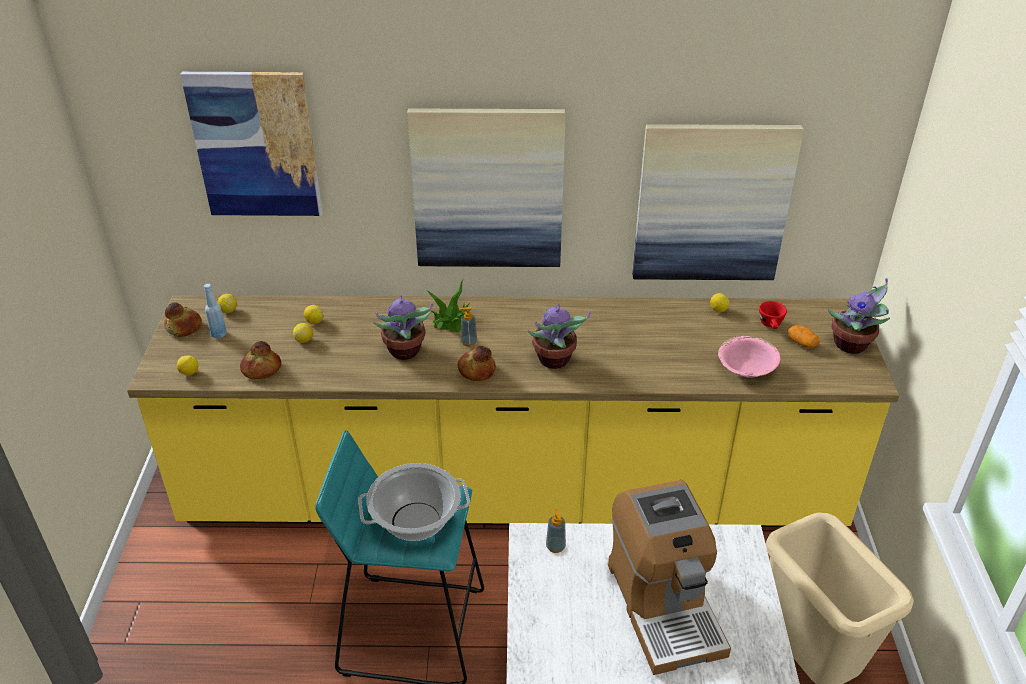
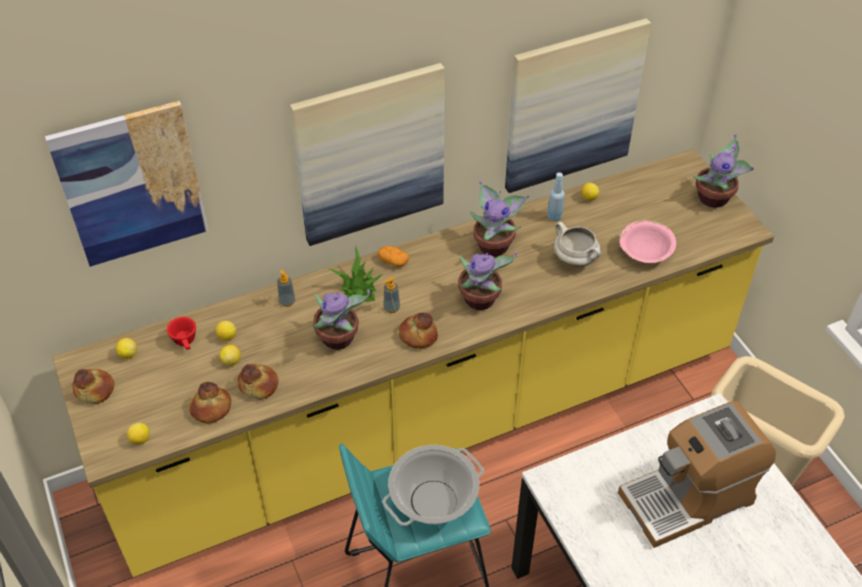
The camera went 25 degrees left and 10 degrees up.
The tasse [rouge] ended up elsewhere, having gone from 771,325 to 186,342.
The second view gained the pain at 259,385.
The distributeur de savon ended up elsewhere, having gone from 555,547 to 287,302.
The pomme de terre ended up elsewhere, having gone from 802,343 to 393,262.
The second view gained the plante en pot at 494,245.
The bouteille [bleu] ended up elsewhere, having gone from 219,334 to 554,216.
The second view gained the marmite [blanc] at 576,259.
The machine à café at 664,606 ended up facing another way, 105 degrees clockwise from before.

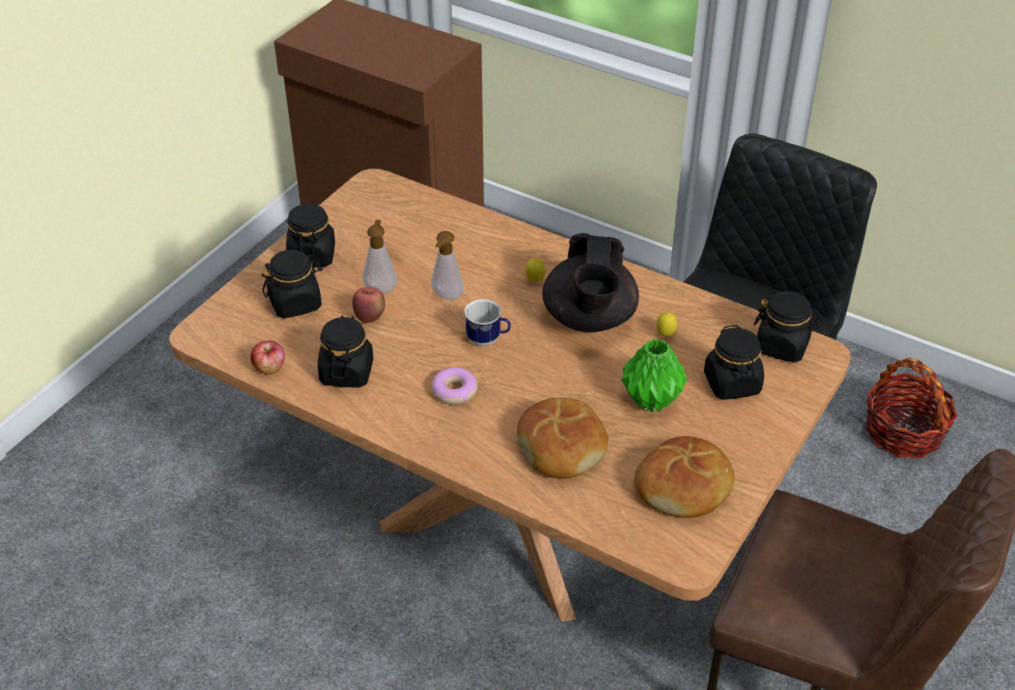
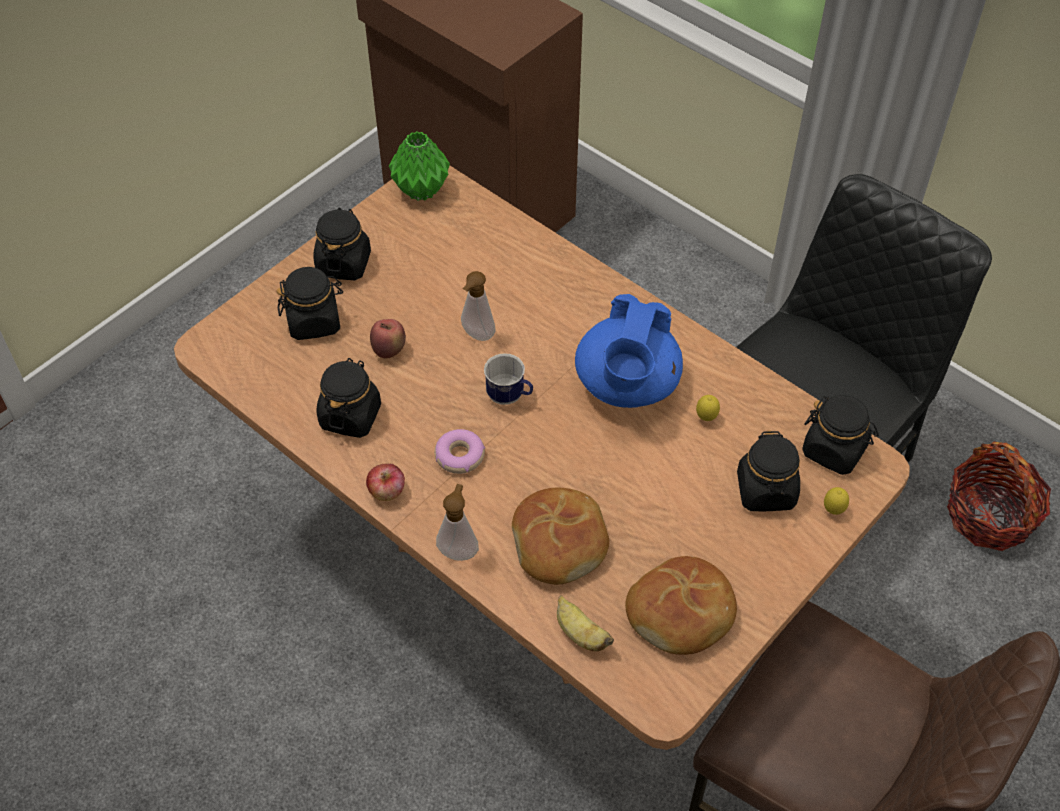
The camera went 10 degrees right and 10 degrees up.
The pomme ended up elsewhere, having gone from 269,368 to 387,491.
The vase [vert] ended up elsewhere, having gone from 652,400 to 422,190.
The distributeur de savon ended up elsewhere, having gone from 381,287 to 458,550.
The second view gained the banane at 580,634.
What was the théière [noir] at 589,319 turned into the théière [bleu] at 626,385.
The citron ended up elsewhere, having gone from 535,281 to 833,510.

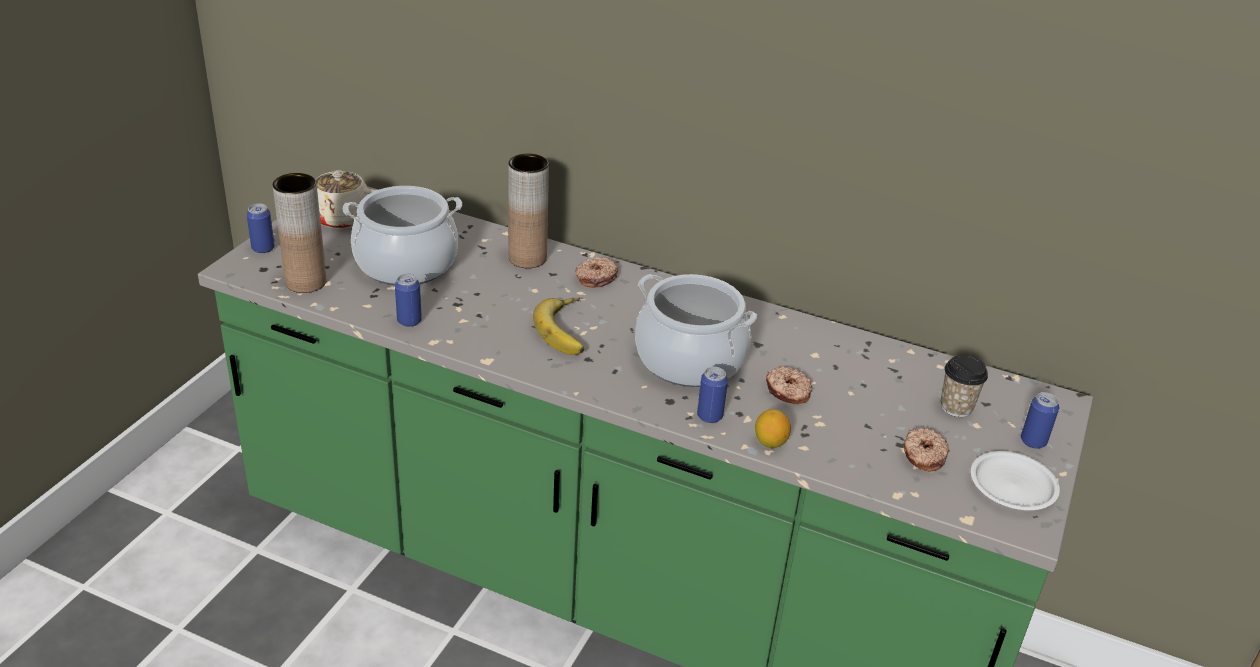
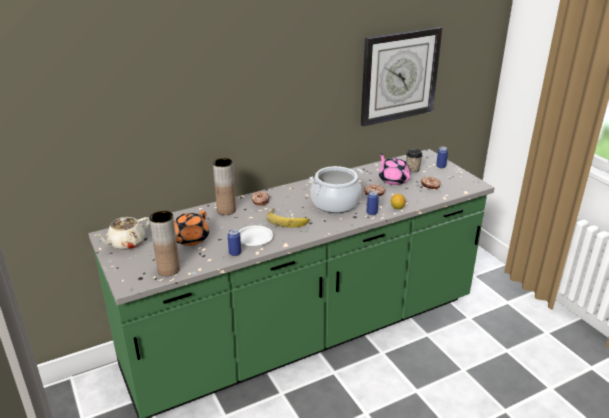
The camera went 50 degrees left and 5 degrees down.
Where the marmite stood at 406,264, the théière [orange] came to stand at 190,239.
The assiette [blanc] ended up elsewhere, having gone from 1012,486 to 254,238.
The second view gained the horloge murale at 399,76.
The second view gained the théière [rose] at 393,180.
The second view lost the boîte métallique at 263,248.

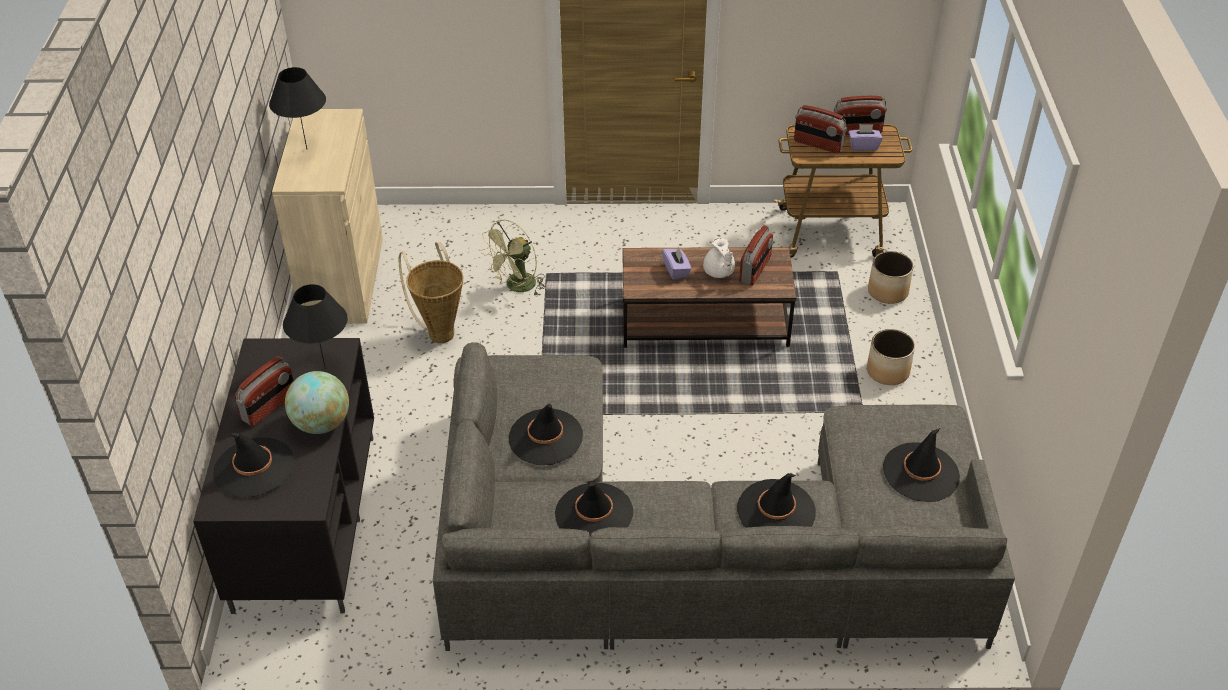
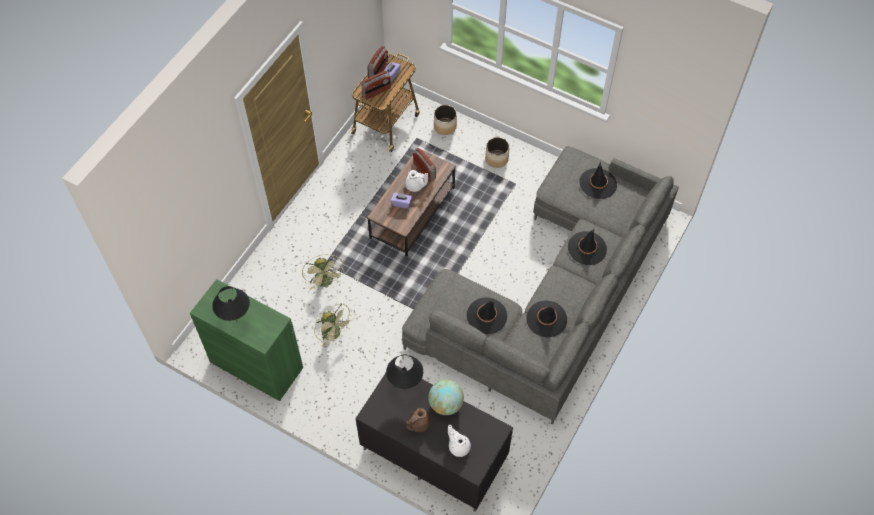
The camera went 60 degrees left and 15 degrees up.
What was the meuble de rangement [beige] at 343,279 turned into the meuble de rangement [vert] at 256,365.
Where the panier stood at 440,330, the ventilateur [vert] came to stand at 334,334.
Where the radio stood at 269,406, the théière [marron] came to stand at 418,424.
Where the chapeau [noir] stood at 254,468, the théière [blanc] came to stand at 458,446.

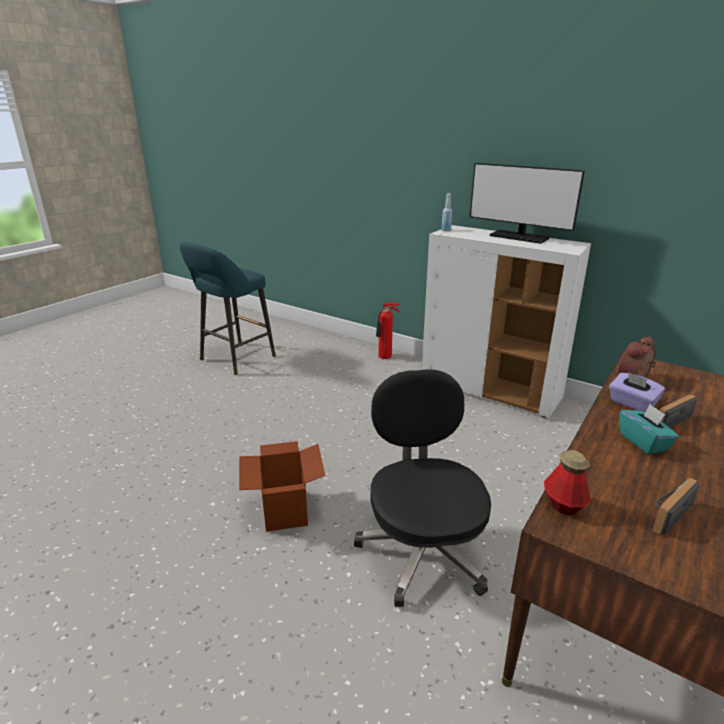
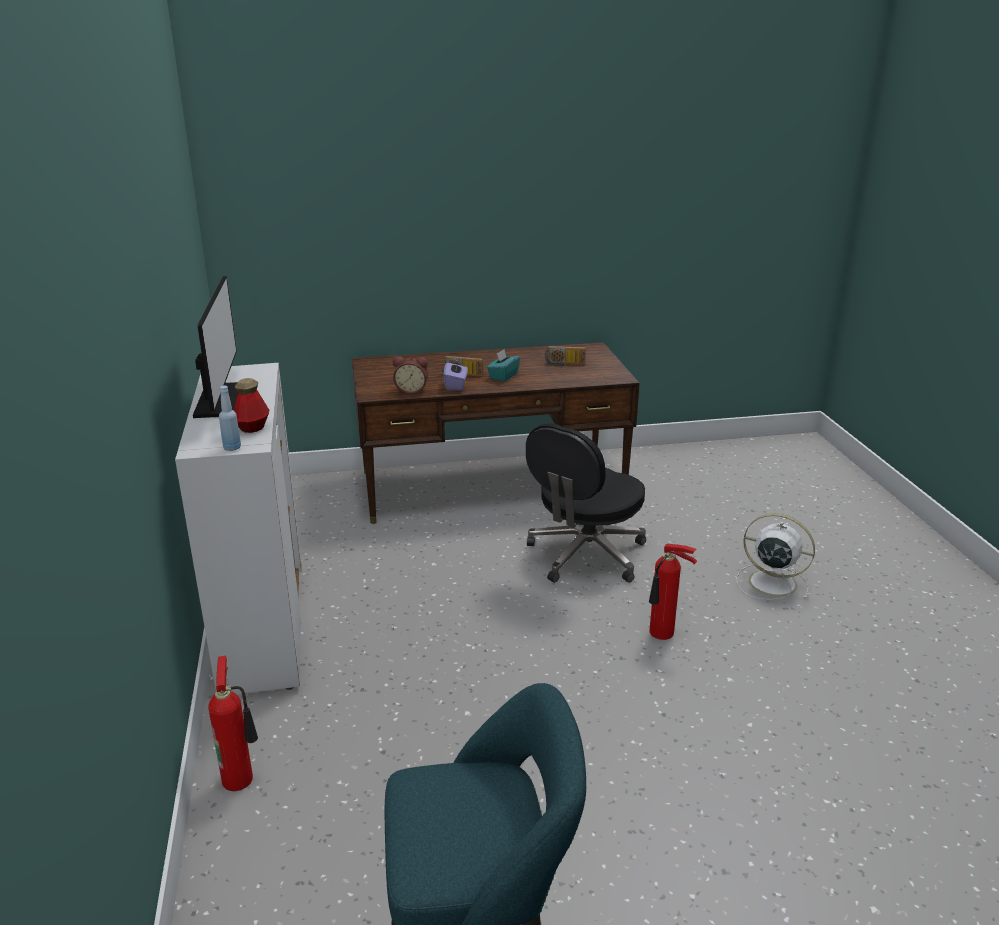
The camera went 135 degrees left and 0 degrees up.
The bouteille ended up elsewhere, having gone from 563,505 to 252,428.
Where the carton stood at 285,510, the extincteur came to stand at 662,634.
The second view gained the ventilateur [blanc] at 770,582.

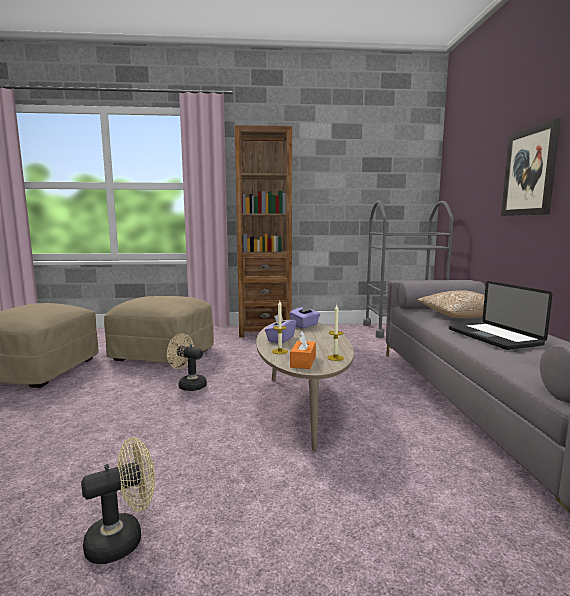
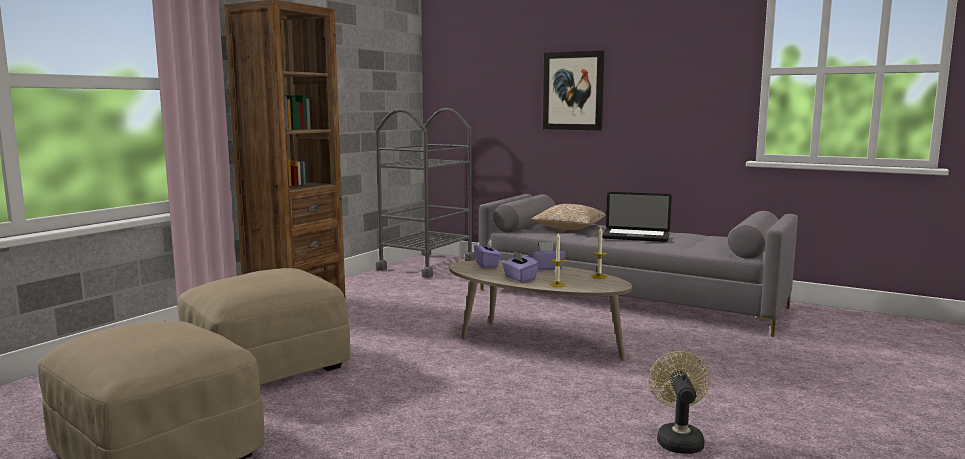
The camera went 55 degrees left and 0 degrees up.
The second view gained the boîte à mouchoirs [violet] at 546,268.
The second view lost the ventilateur [beige] at 188,385.
The second view lost the boîte à mouchoirs [orange] at 303,362.

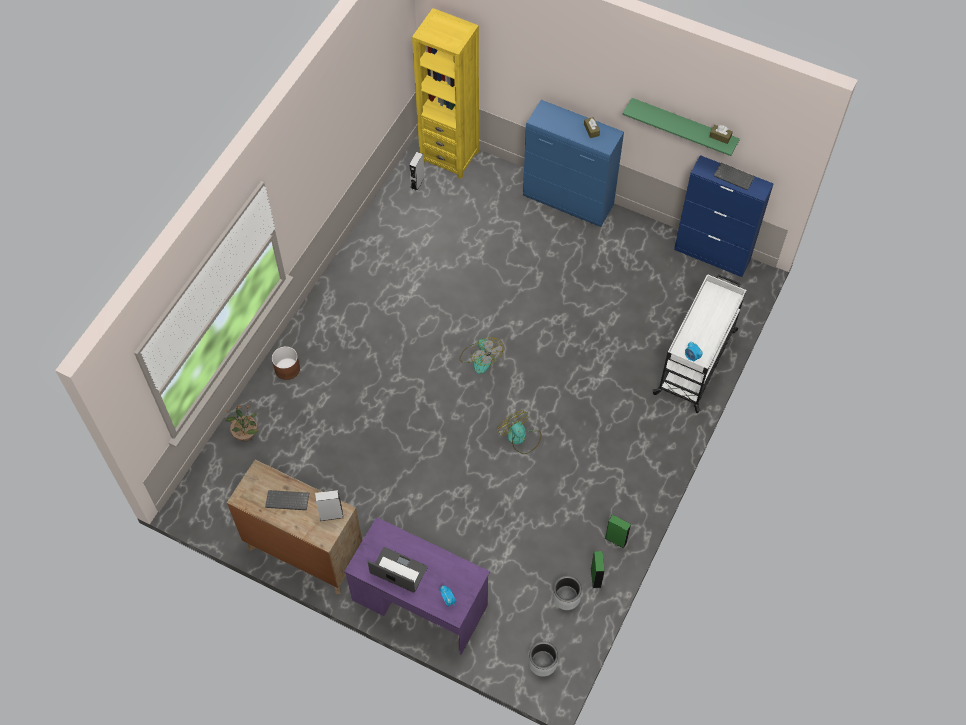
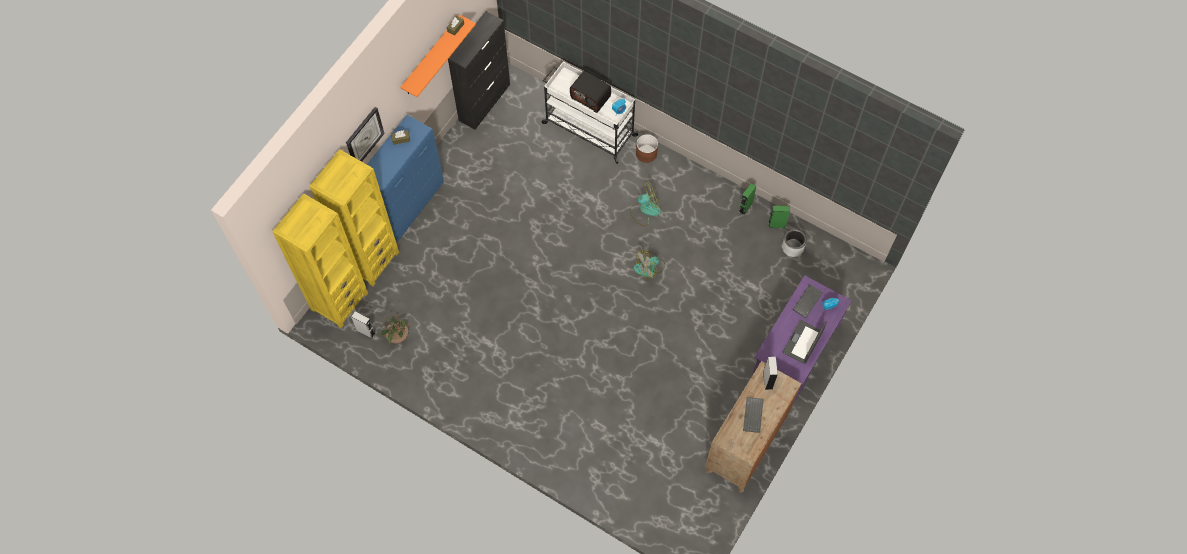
The camera went 85 degrees left and 5 degrees up.
The second view gained the bibliothèque [jaune] at 371,260.
The second view gained the horloge murale at 364,137.
The plante en pot ended up elsewhere, having gone from 245,433 to 397,337.
What was the étagère [vert] at 683,126 turned into the étagère [orange] at 431,56.
What was the meuble de rangement [bleu] at 712,255 turned into the meuble de rangement [noir] at 485,102.
The second view gained the radio at 591,97.
The ventilateur ended up elsewhere, having gone from 480,358 to 645,210.
The cache-pot [marron] ended up elsewhere, having gone from 287,369 to 646,153.
The clavier ended up elsewhere, having gone from 734,176 to 807,300.
The second view lost the cache-pot [gris] at 543,663.

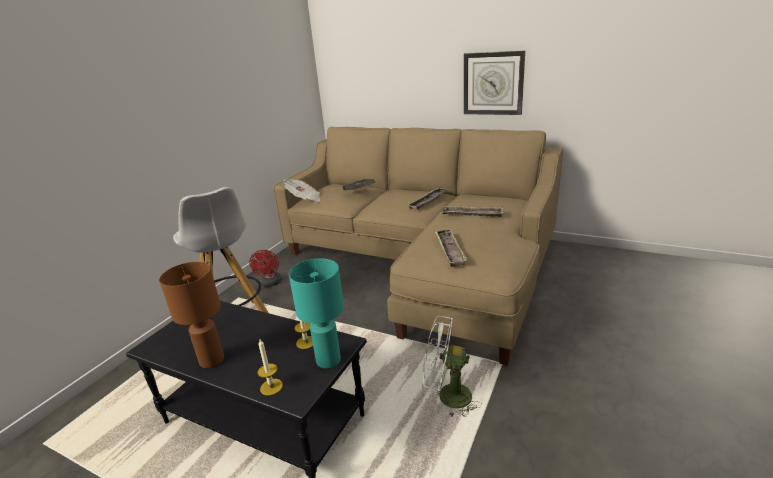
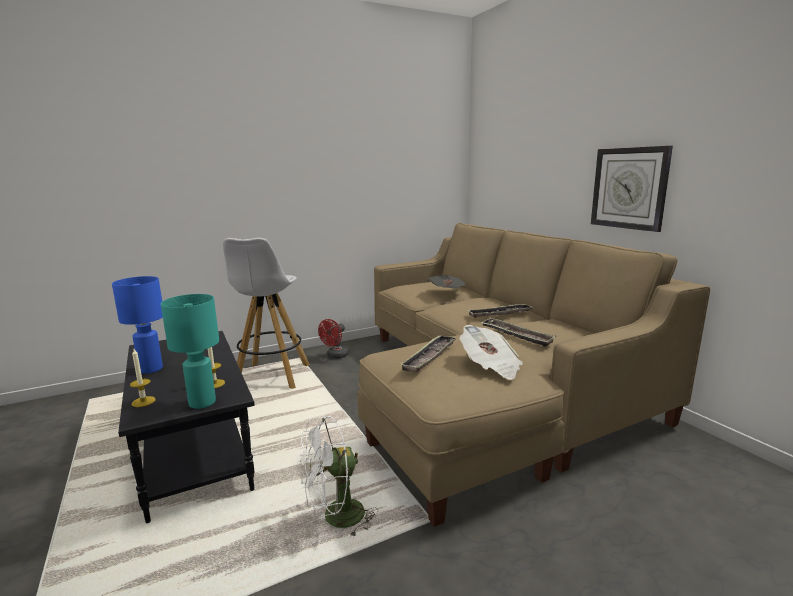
The camera went 35 degrees right and 10 degrees down.
What was the lampe de table [marron] at 211,360 turned into the lampe de table [bleu] at 150,369.
The ventilateur [blanc] at 447,396 ended up facing another way, 75 degrees counterclockwise from before.
The journal ended up elsewhere, having gone from 304,199 to 491,367.

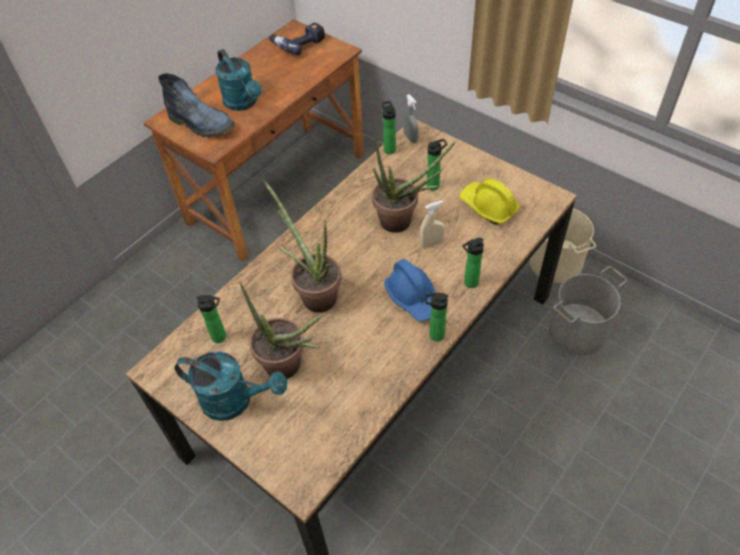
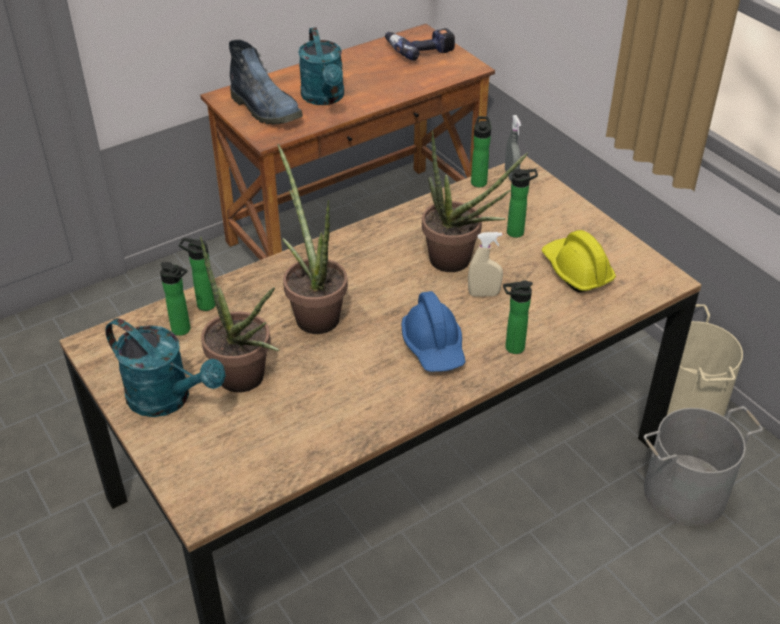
The camera went 15 degrees right and 10 degrees down.
The bouteille ended up elsewhere, having gone from 434,335 to 203,304.

